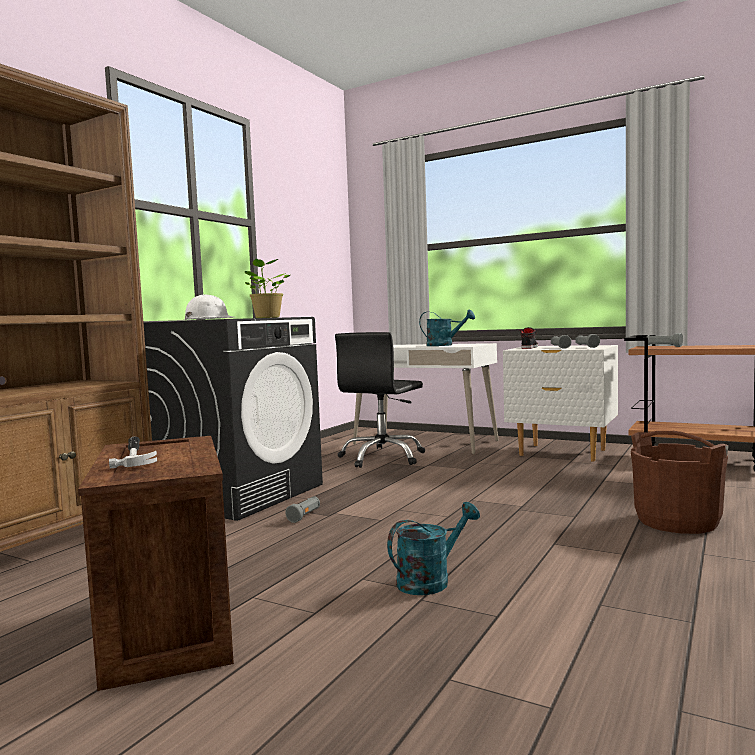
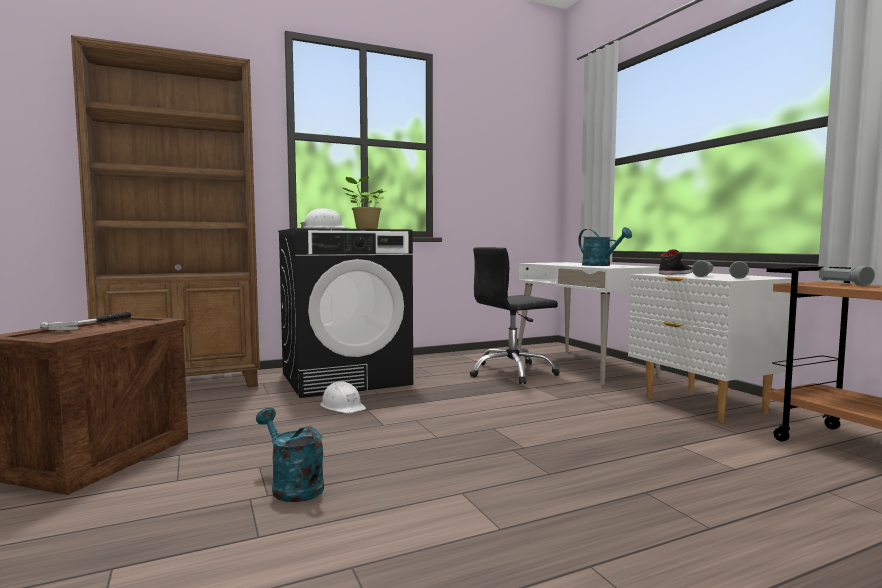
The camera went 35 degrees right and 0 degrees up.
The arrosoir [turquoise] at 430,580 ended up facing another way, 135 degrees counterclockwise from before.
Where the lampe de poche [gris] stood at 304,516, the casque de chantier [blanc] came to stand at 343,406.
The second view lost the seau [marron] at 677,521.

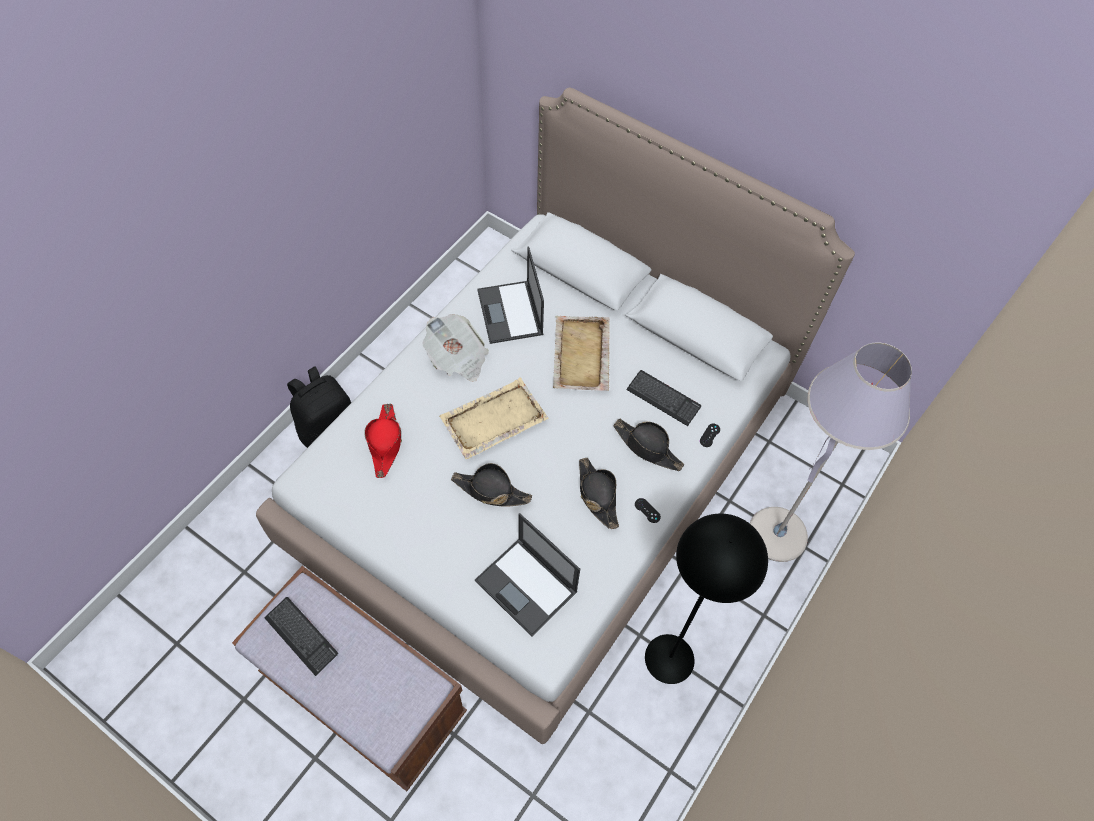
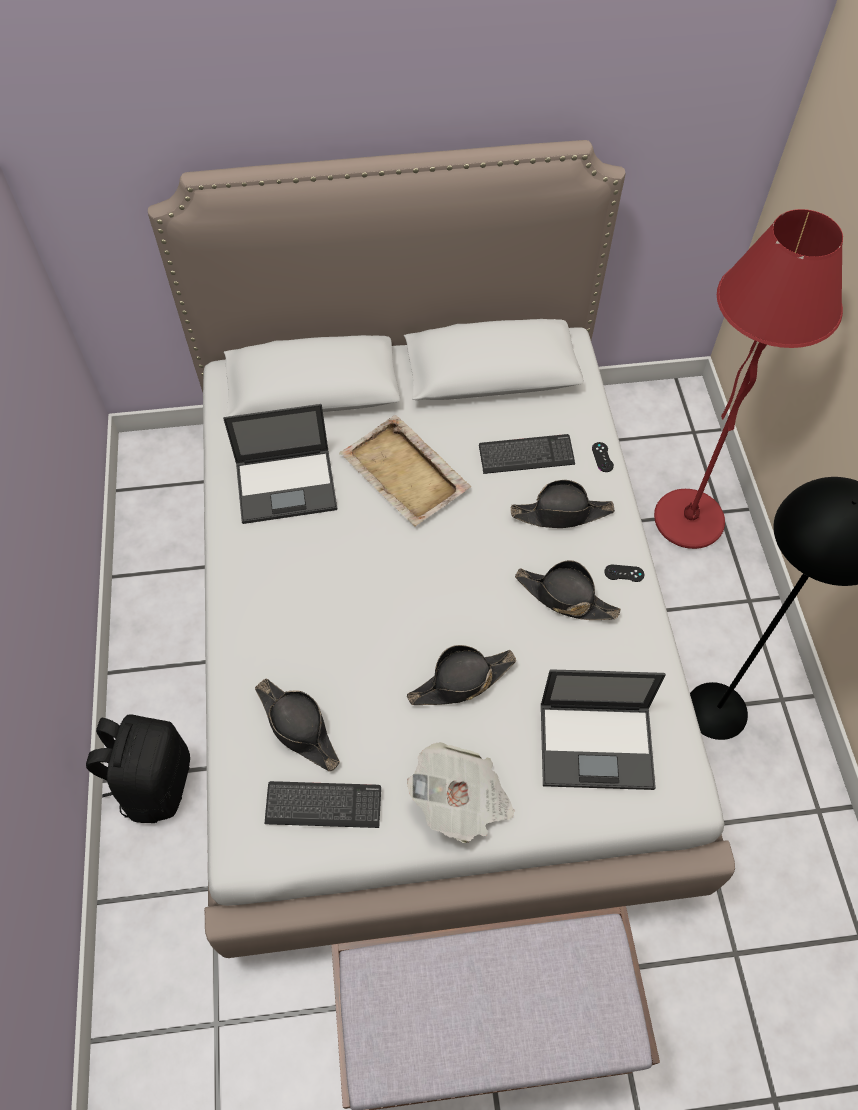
The camera went 40 degrees left and 0 degrees up.
The ordinateur portable at 510,313 ended up facing another way, 45 degrees counterclockwise from before.
What was the chapeau [rouge] at 385,443 turned into the chapeau [noir] at 298,727.
The clavier ended up elsewhere, having gone from 301,636 to 323,805.
The journal ended up elsewhere, having gone from 457,358 to 462,801.
What was the lampadaire [gris] at 777,535 turned into the lampadaire [rouge] at 689,520.
The second view lost the plateau [beige] at 493,420.

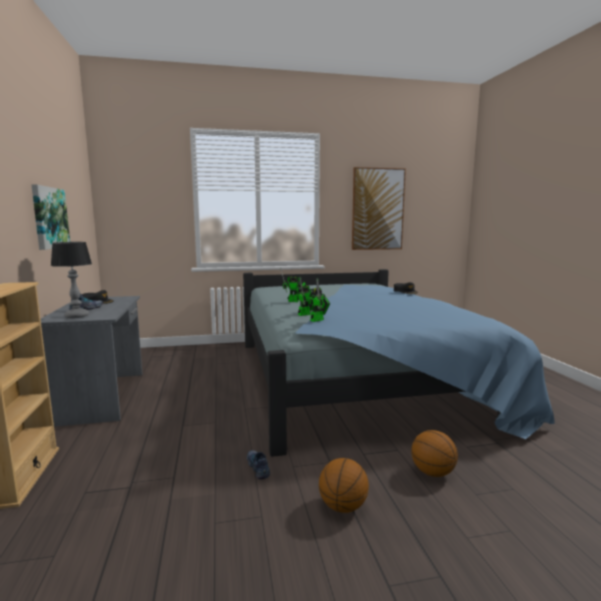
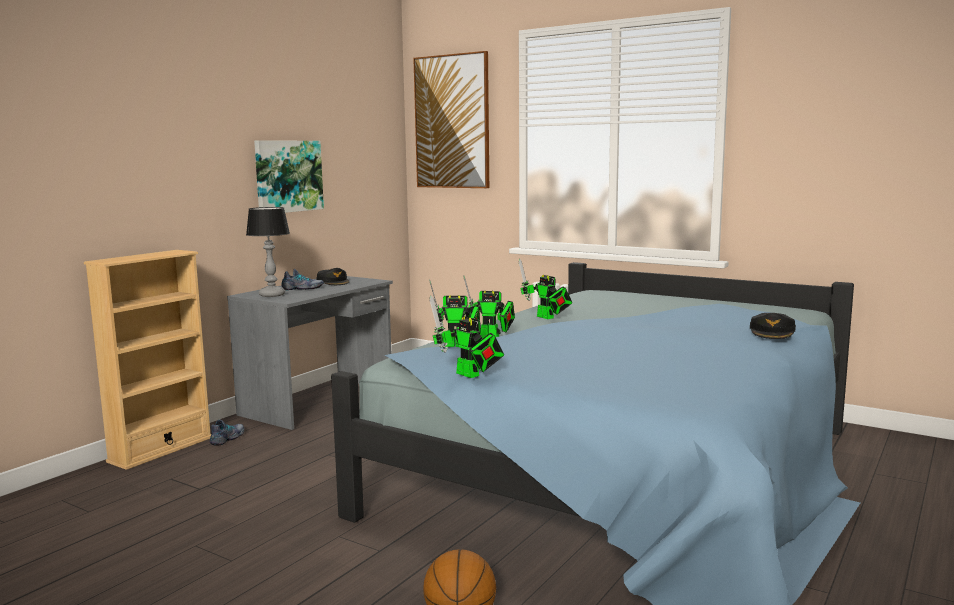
The camera went 45 degrees right and 0 degrees up.
The chaussure ended up elsewhere, having gone from 258,467 to 228,438.
The tableau ended up elsewhere, having gone from 377,209 to 452,122.
The second view gained the robot jouet at 470,375.
The second view lost the ballon de basket at 342,506.

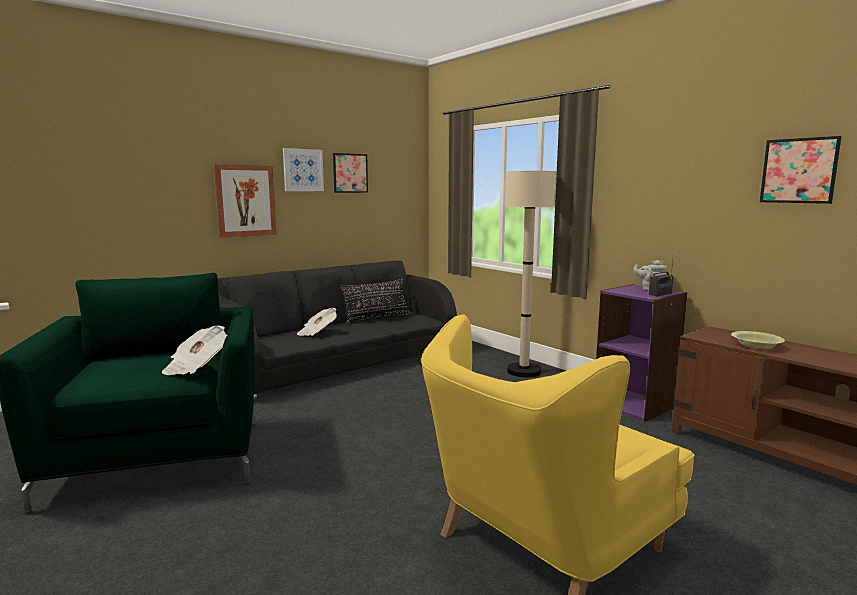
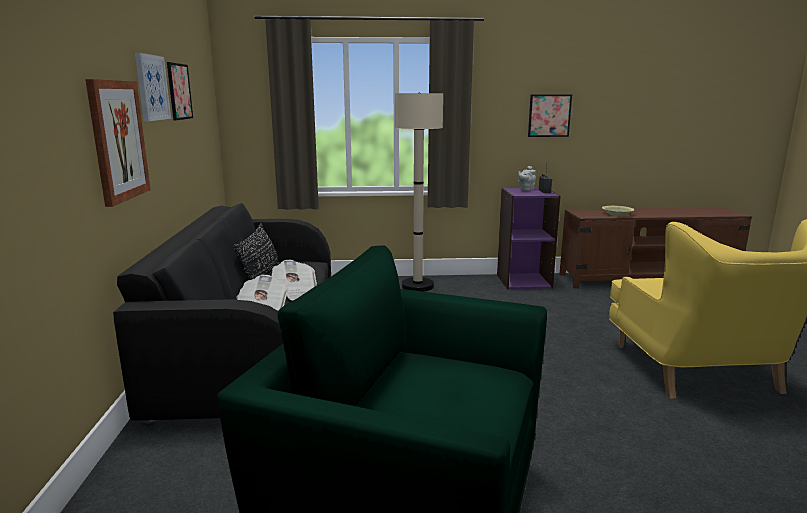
The camera went 55 degrees left and 5 degrees up.
The journal ended up elsewhere, having gone from 196,367 to 294,292.
The tableau ended up elsewhere, having gone from 798,170 to 549,115.

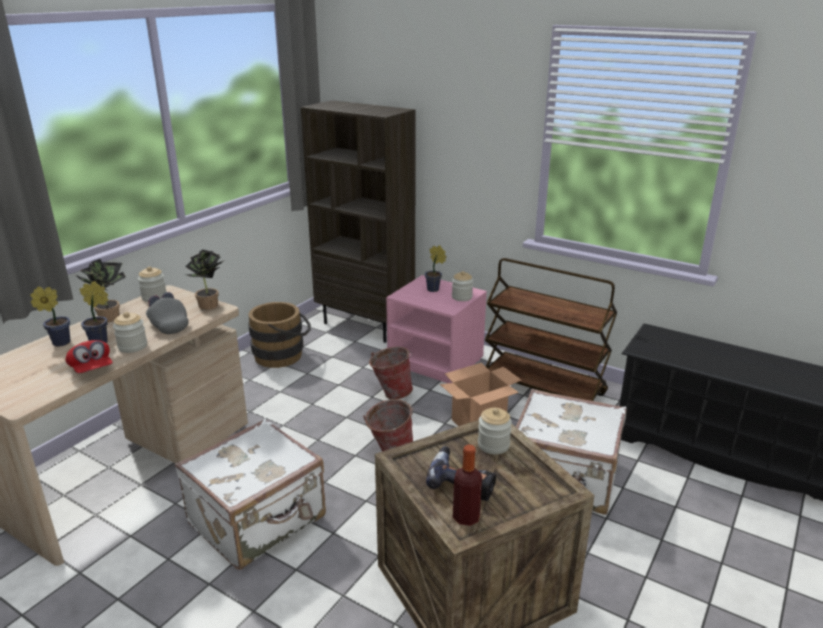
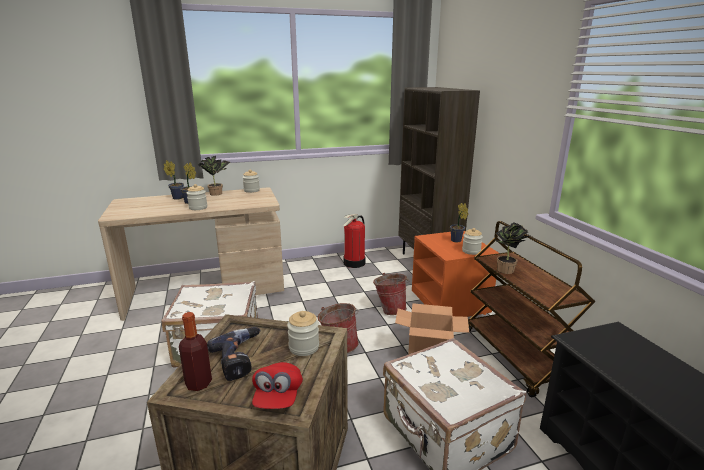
The camera went 40 degrees right and 5 degrees down.
The casquette [rouge] ended up elsewhere, having gone from 92,369 to 278,397.
Where the seau [marron] stood at 283,355, the extincteur came to stand at 354,263.
What was the table de chevet [rose] at 437,360 turned into the table de chevet [orange] at 450,302.
The plante en pot ended up elsewhere, having gone from 210,306 to 507,271.
The second view lost the casquette [gris] at 168,325.

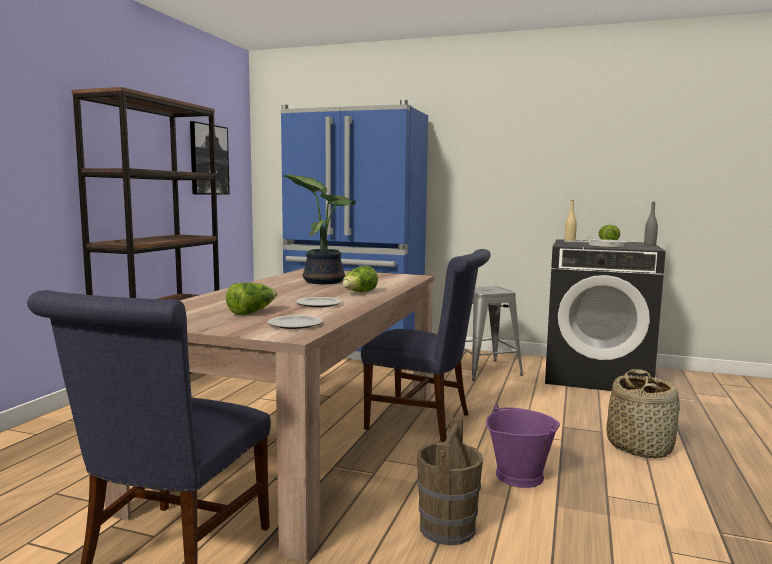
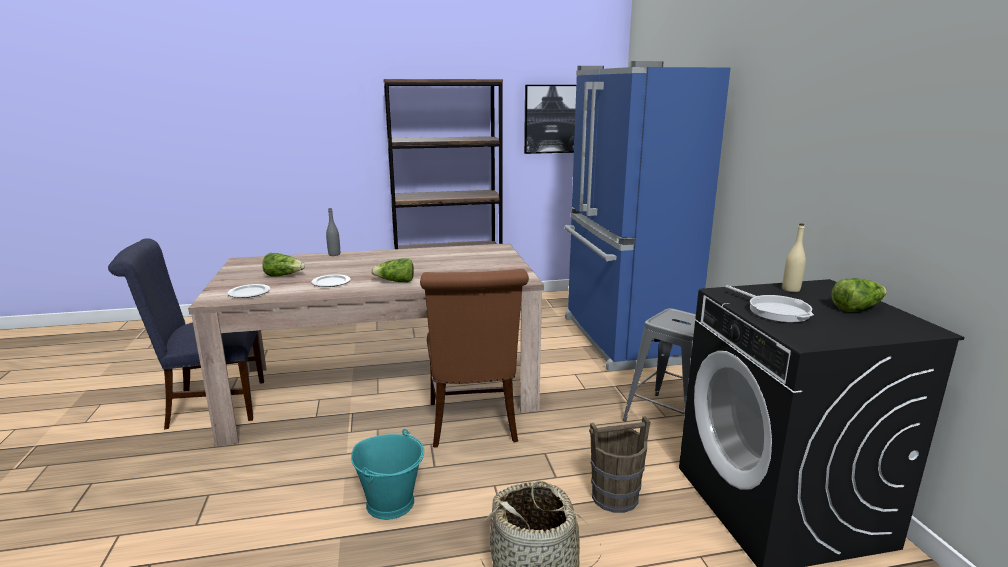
The camera went 60 degrees right and 10 degrees up.
The bouteille [gris] ended up elsewhere, having gone from 650,245 to 334,254.
What was the seau [violet] at 519,475 turned into the seau [turquoise] at 391,503.
What was the chaise [bleu] at 425,422 turned into the chaise [marron] at 473,425.
The seau [marron] ended up elsewhere, having gone from 447,528 to 615,497.
The second view lost the plante en pot at 323,281.

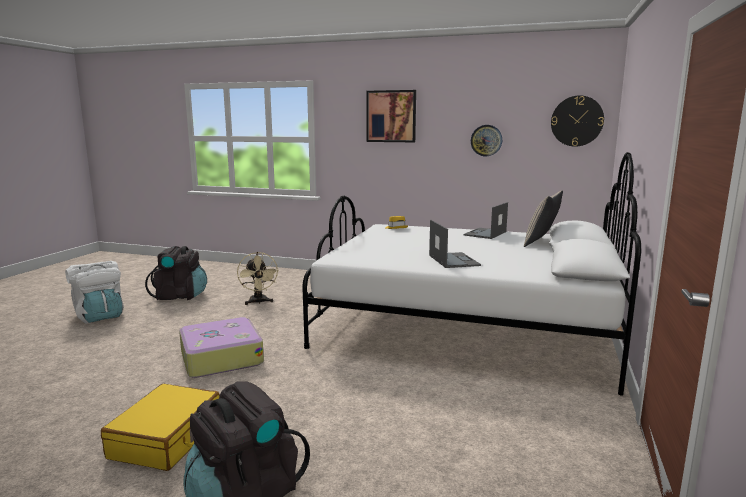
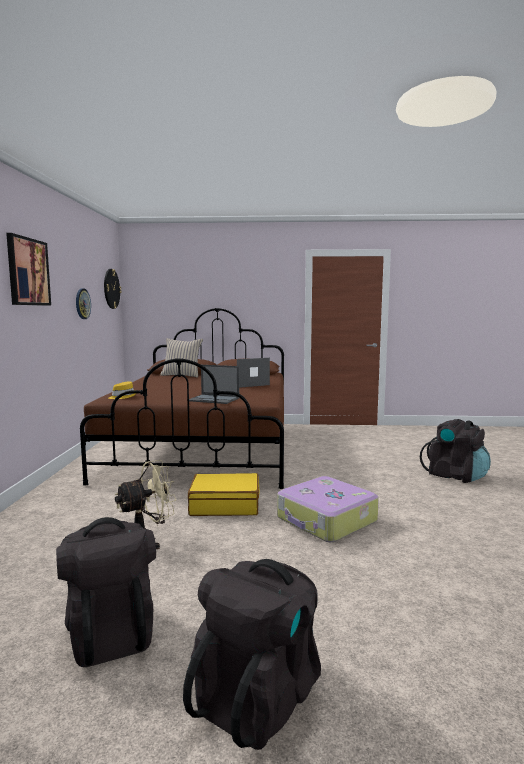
The camera went 105 degrees left and 5 degrees down.
What was the lit [blanc] at 465,327 turned into the lit [marron] at 205,449.
What was the sac à dos [blanc] at 99,316 turned into the sac à dos [noir] at 258,695.
The valise [jaune] ended up elsewhere, having gone from 167,438 to 225,505.
The ordinateur portable ended up elsewhere, having gone from 485,233 to 214,399.

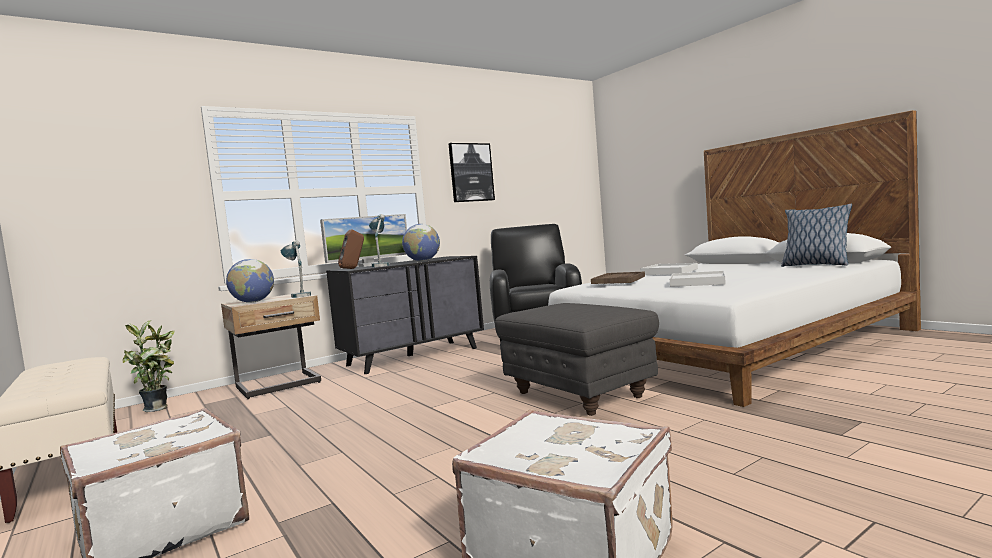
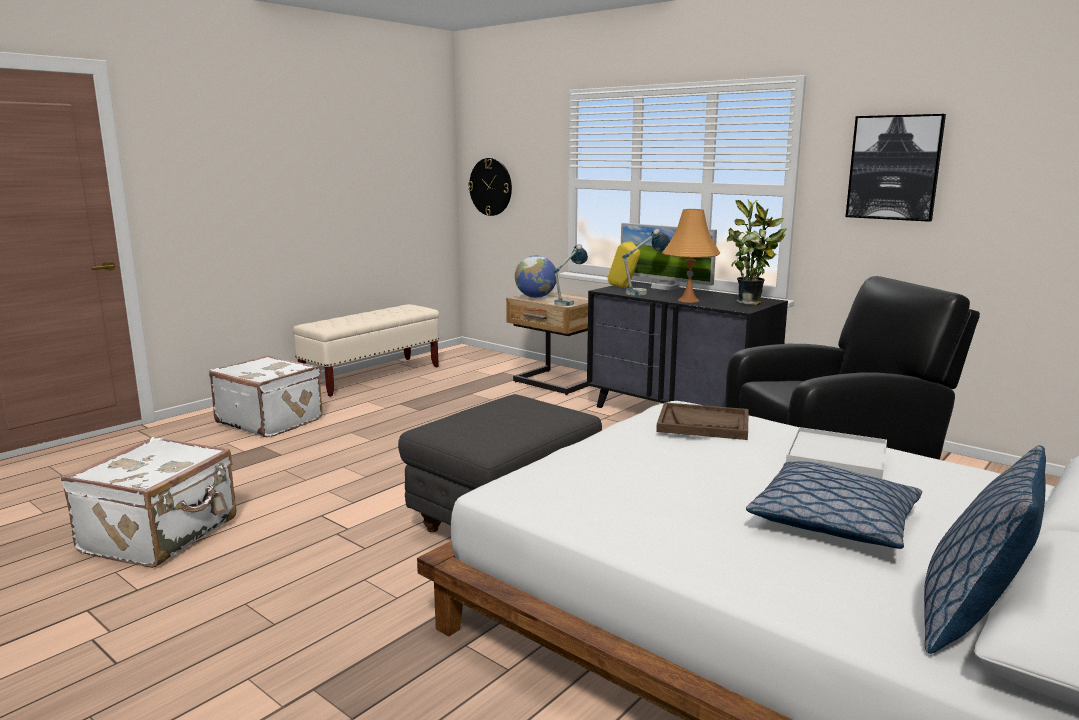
The camera went 75 degrees right and 10 degrees up.
The second view gained the horloge murale at 490,187.
What was the enceinte [marron] at 353,268 turned into the enceinte [jaune] at 624,288.
Where the globe stood at 423,261, the lampe de table [orange] came to stand at 688,300.
The plante en pot ended up elsewhere, having gone from 159,408 to 752,303.
The second view gained the coussin at 834,522.
The second view lost the plateau [blanc] at 697,282.

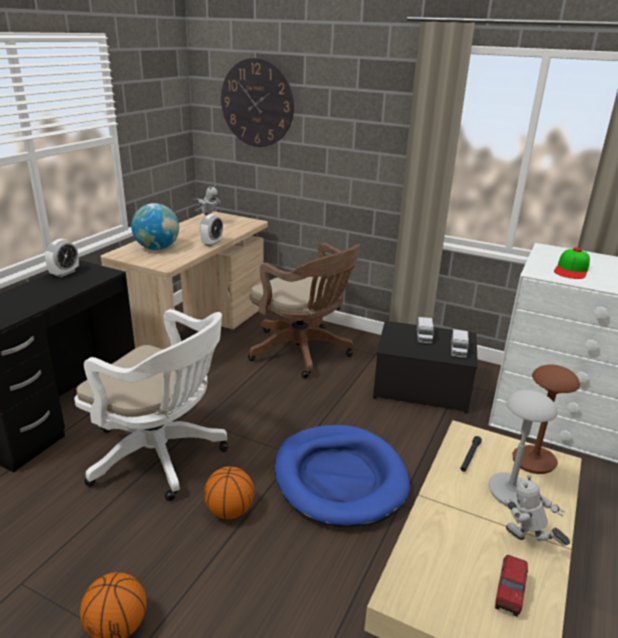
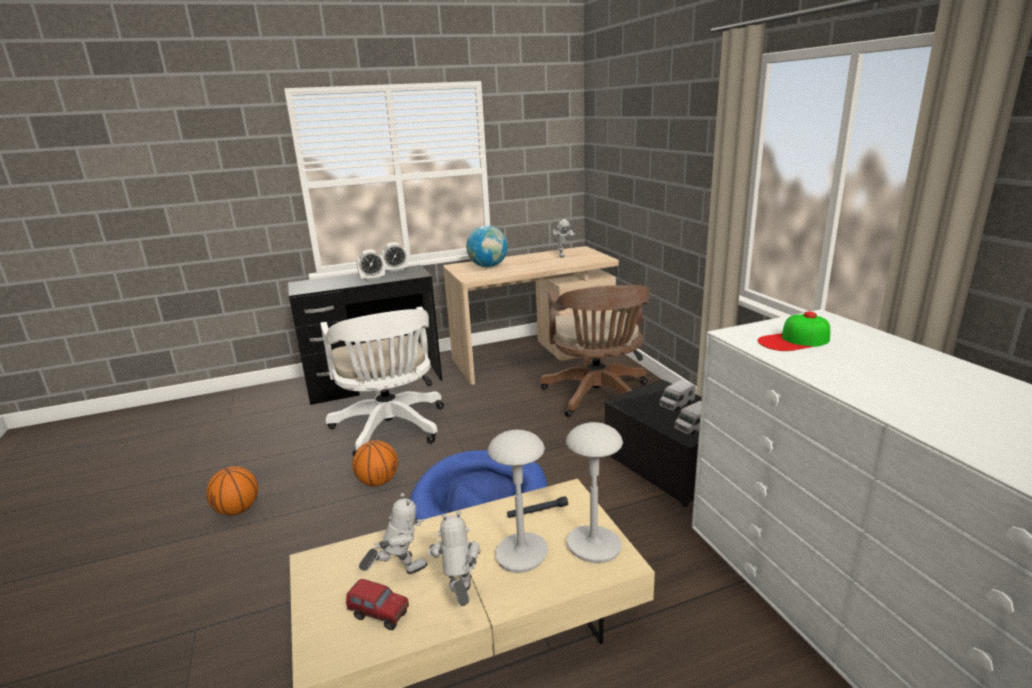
The camera went 45 degrees right and 5 degrees down.
The camion jouet at 509,595 ended up facing another way, 135 degrees counterclockwise from before.
The réveil ended up elsewhere, having gone from 212,243 to 372,279.
The second view gained the robot jouet at 399,572.
What was the lampe de table [marron] at 534,461 turned into the lampe de table [gris] at 593,546.
The second view lost the horloge murale at 257,103.

